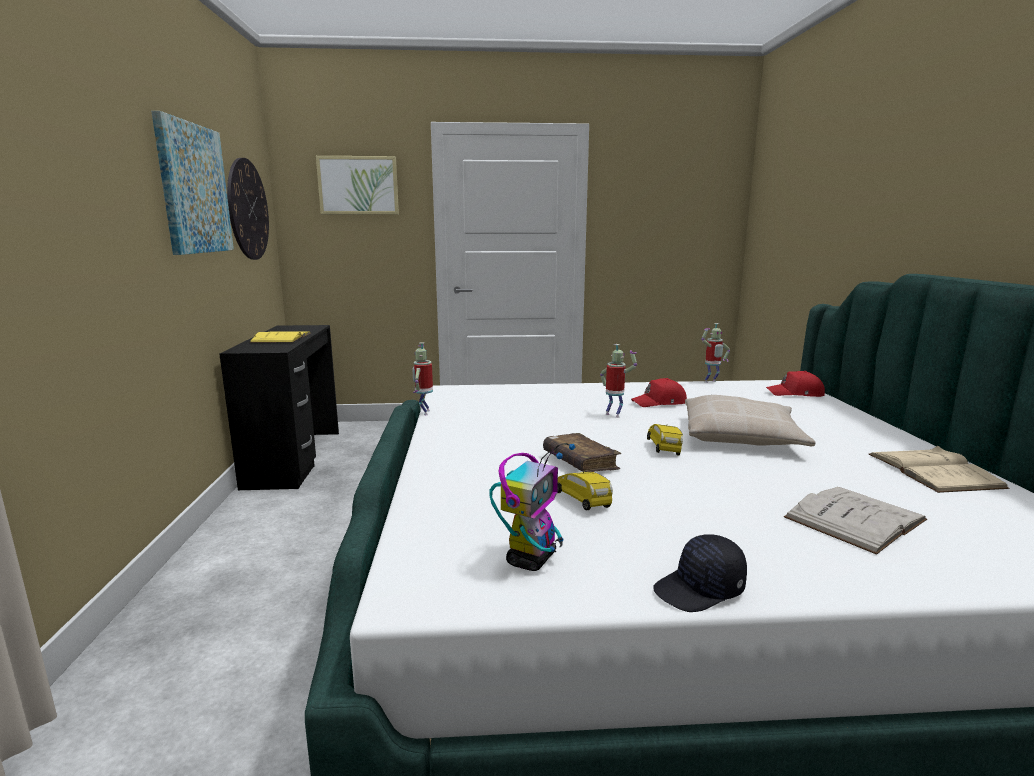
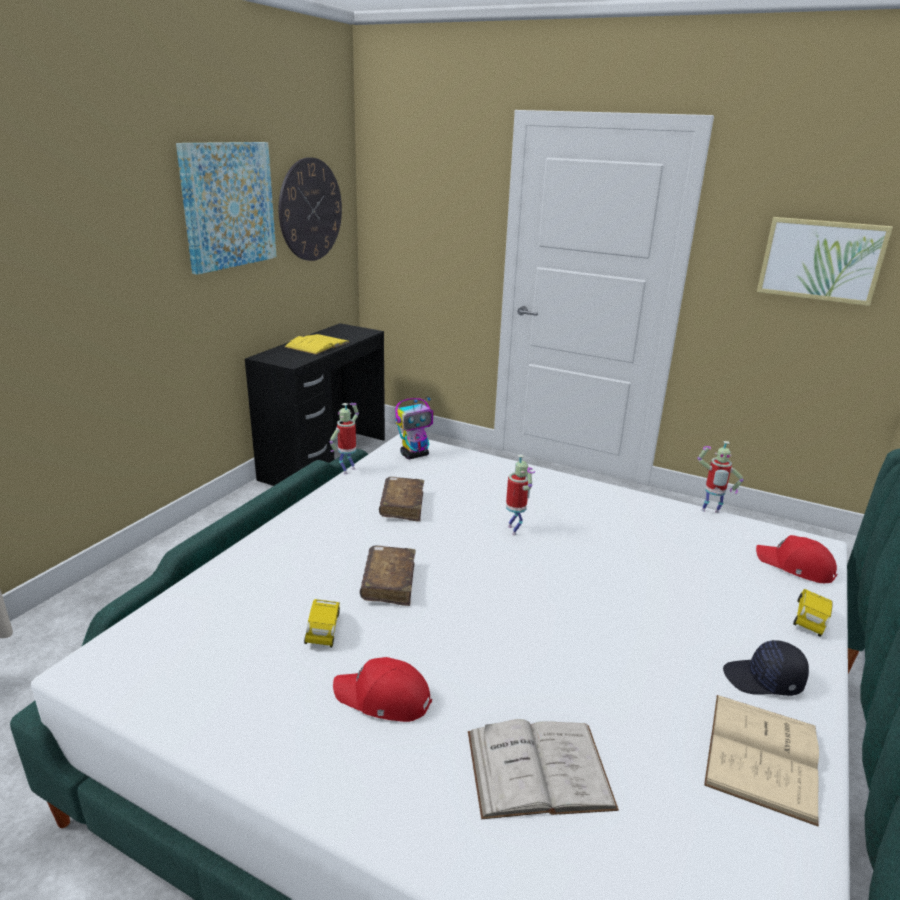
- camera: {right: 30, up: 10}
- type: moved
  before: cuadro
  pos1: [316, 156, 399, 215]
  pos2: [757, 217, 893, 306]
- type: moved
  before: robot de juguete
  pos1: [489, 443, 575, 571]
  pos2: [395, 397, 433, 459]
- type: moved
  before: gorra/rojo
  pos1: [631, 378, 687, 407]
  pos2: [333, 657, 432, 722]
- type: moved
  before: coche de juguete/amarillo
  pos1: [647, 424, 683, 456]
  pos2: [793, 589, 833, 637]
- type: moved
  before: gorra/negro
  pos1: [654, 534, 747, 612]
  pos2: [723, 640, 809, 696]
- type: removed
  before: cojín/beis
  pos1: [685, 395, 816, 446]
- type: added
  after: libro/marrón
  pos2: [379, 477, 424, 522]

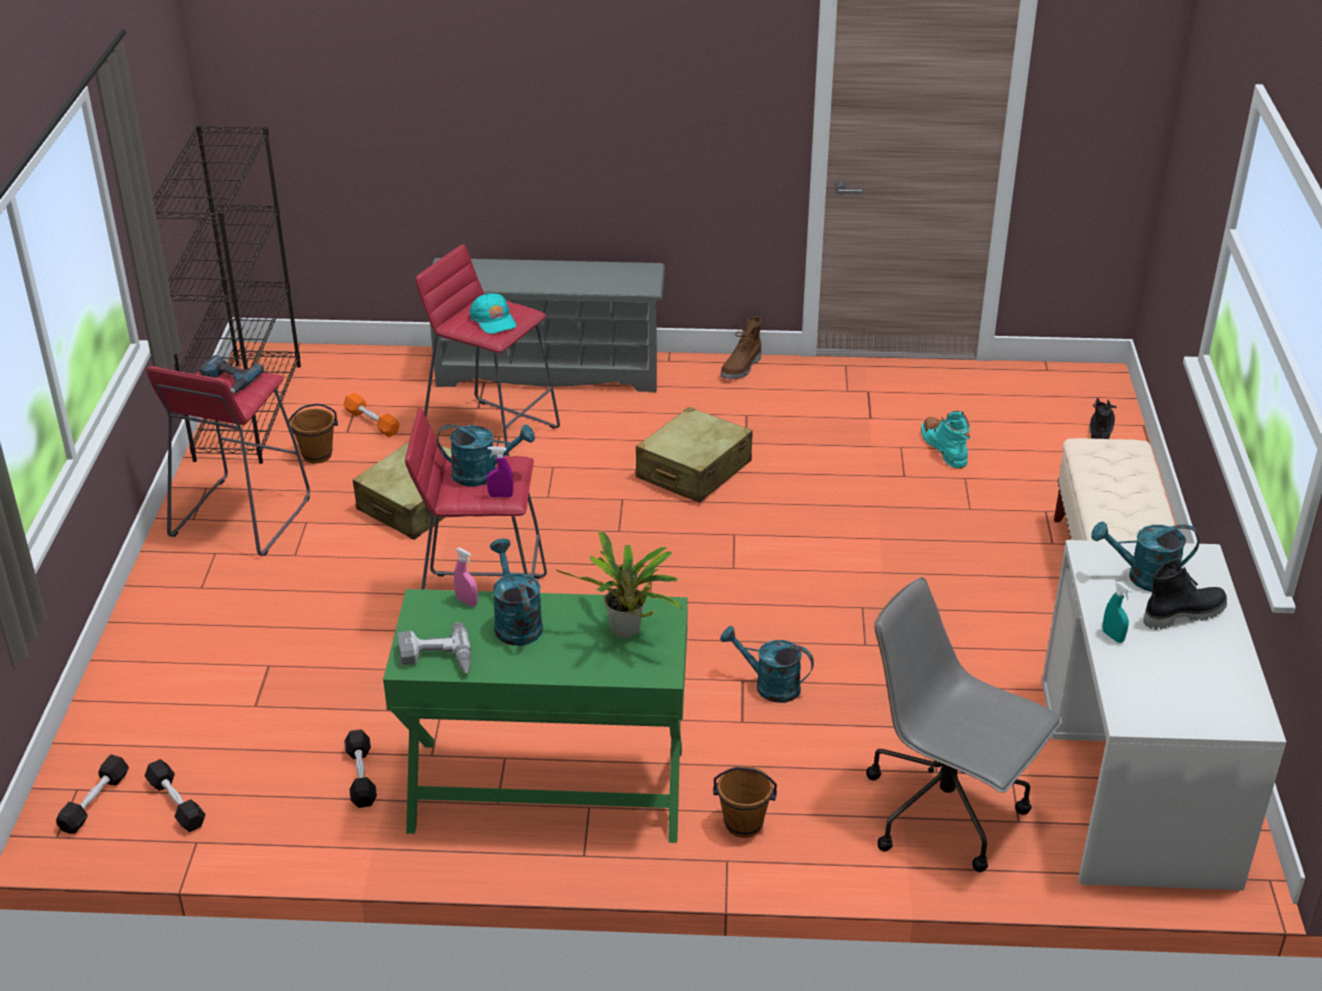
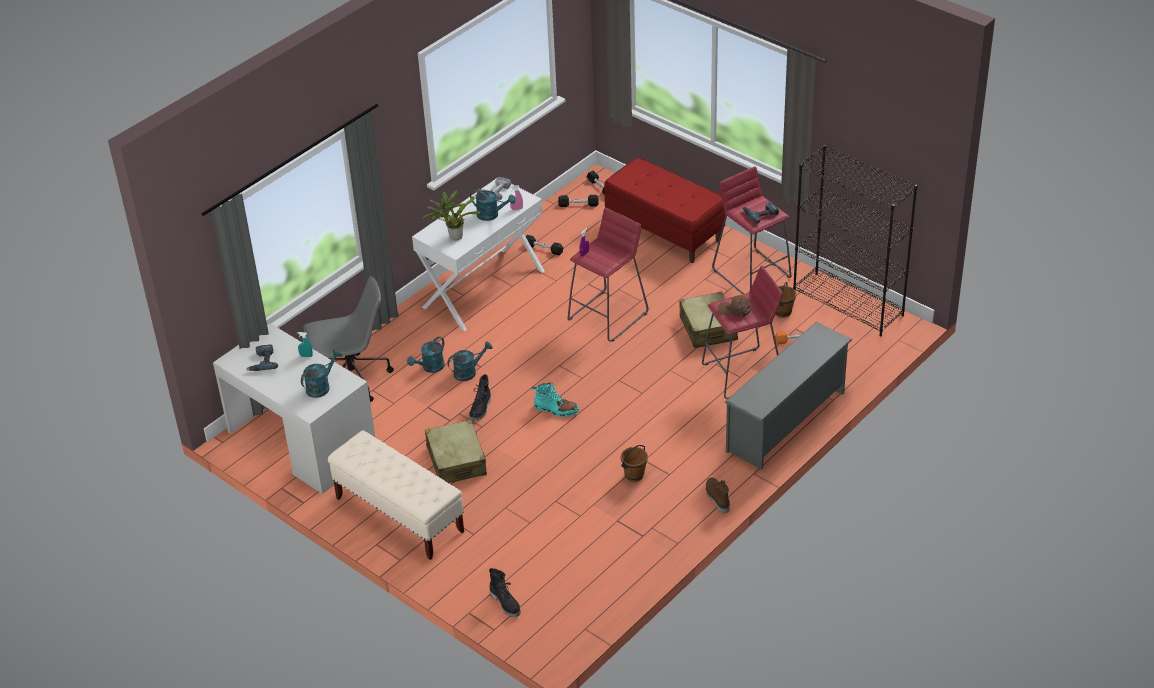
- camera: {right: 130, up: 5}
- type: recoloured
  before: mesa consola/verde
  after: mesa consola/blanco
  pos1: [383, 589, 688, 843]
  pos2: [412, 178, 545, 331]
- type: moved
  before: regadera/turquesa
  pos1: [437, 424, 535, 486]
  pos2: [407, 336, 445, 373]
- type: recoloured
  before: gorra/turquesa
  after: gorra/marrón
  pos1: [470, 293, 516, 334]
  pos2: [718, 296, 751, 317]
- type: moved
  before: maleta/beis
  pos1: [636, 407, 753, 503]
  pos2: [425, 420, 487, 483]
- type: moved
  before: cubo/marrón
  pos1: [713, 766, 777, 838]
  pos2: [621, 445, 648, 482]
- type: moved
  before: bota/turquesa
  pos1: [921, 411, 970, 468]
  pos2: [532, 382, 579, 417]
- type: moved
  before: bota/negro
  pos1: [1143, 558, 1227, 630]
  pos2: [469, 374, 491, 421]
- type: added
  after: taladro
  pos2: [247, 344, 278, 371]
- type: added
  after: banco/rojo
  pos2: [604, 157, 725, 263]

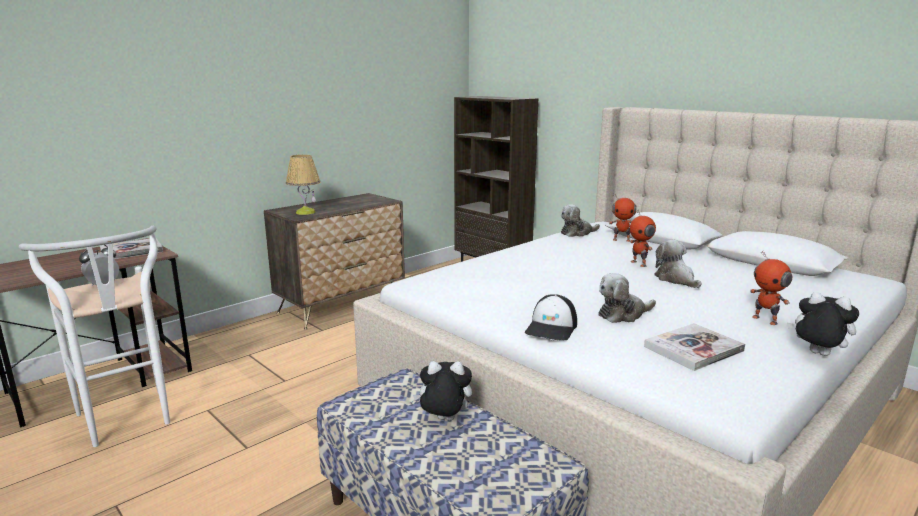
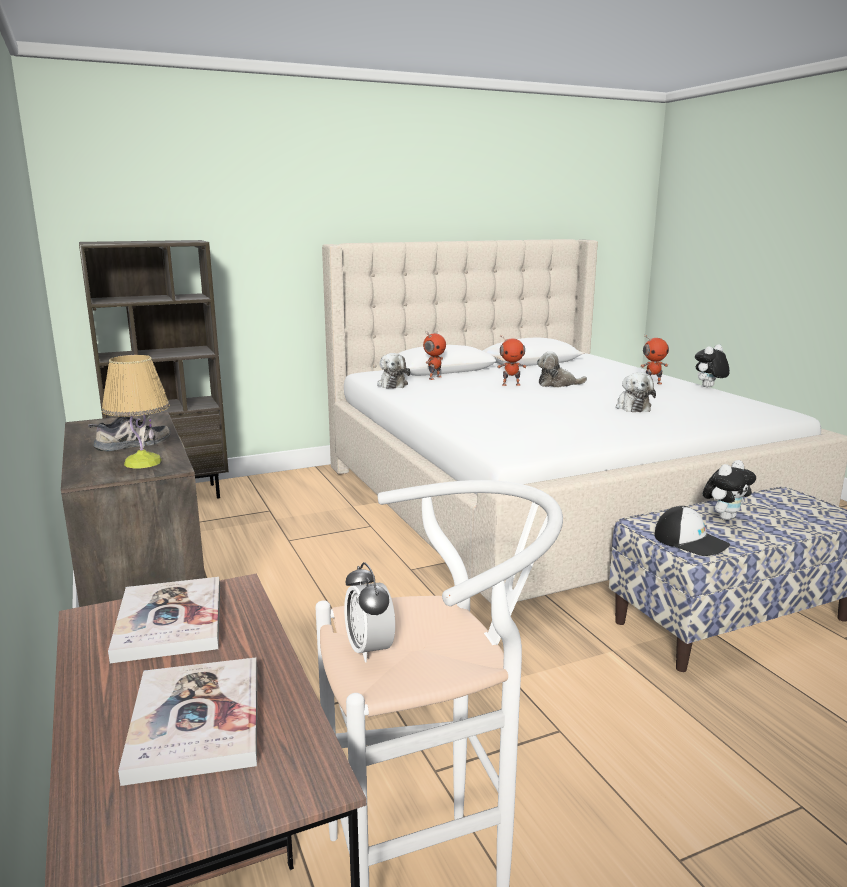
- camera: {right: -70, up: 0}
- type: turned
  before: peluche
  pos1: [413, 361, 472, 421]
  pos2: [703, 460, 756, 520]
  turn: -150
- type: moved
  before: gorra
  pos1: [525, 294, 577, 340]
  pos2: [654, 506, 730, 556]
- type: moved
  before: libro
  pos1: [644, 323, 745, 371]
  pos2: [118, 657, 257, 786]
- type: added
  after: zapato
  pos2: [88, 417, 171, 451]

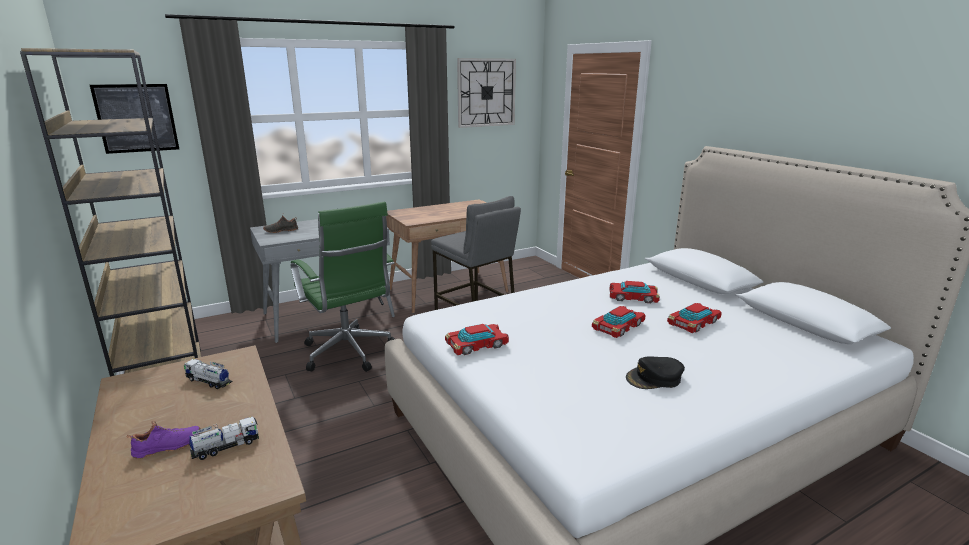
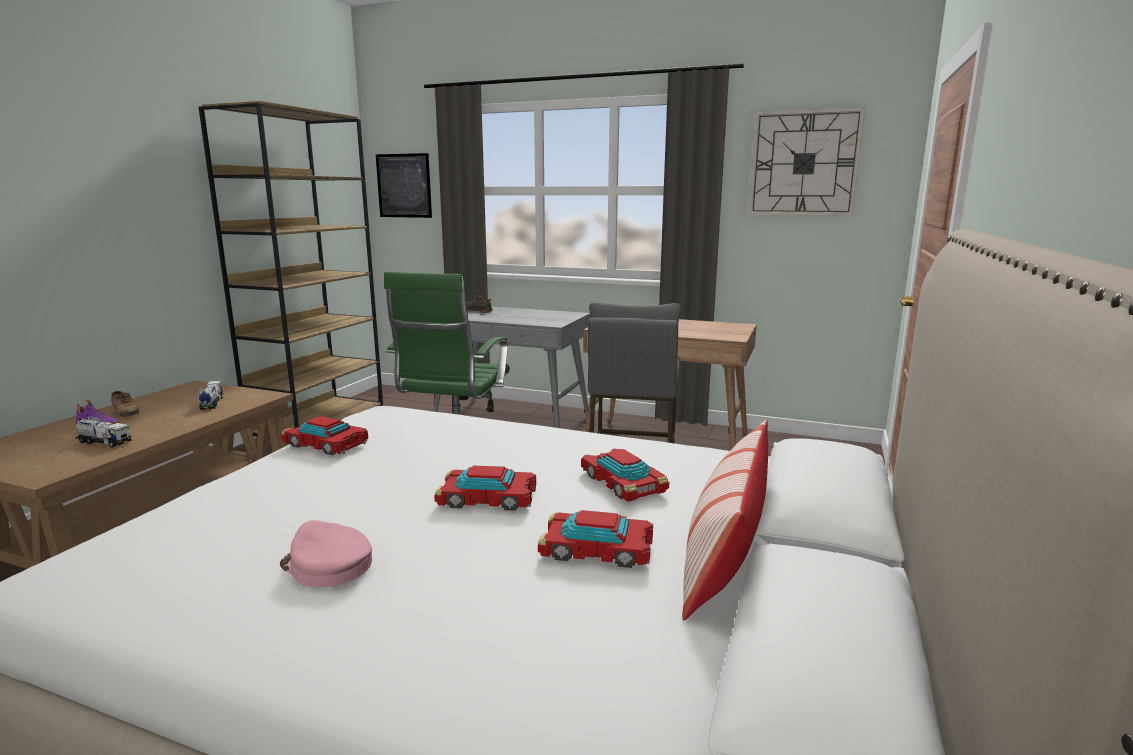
- camera: {right: 50, up: -5}
- type: recoloured
  before: gorra/negro
  after: gorra/rosa
  pos1: [626, 356, 685, 389]
  pos2: [280, 520, 372, 588]
- type: added
  after: zapato
  pos2: [111, 391, 139, 417]
- type: added
  after: cojín
  pos2: [682, 420, 768, 620]

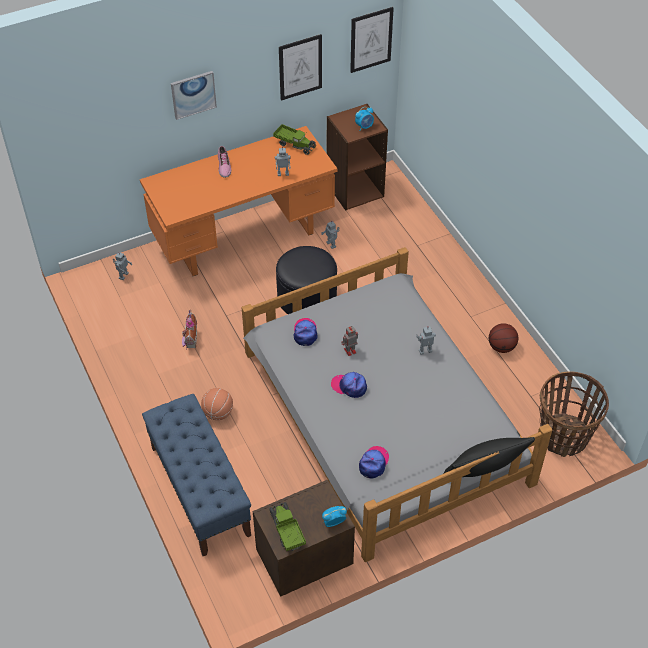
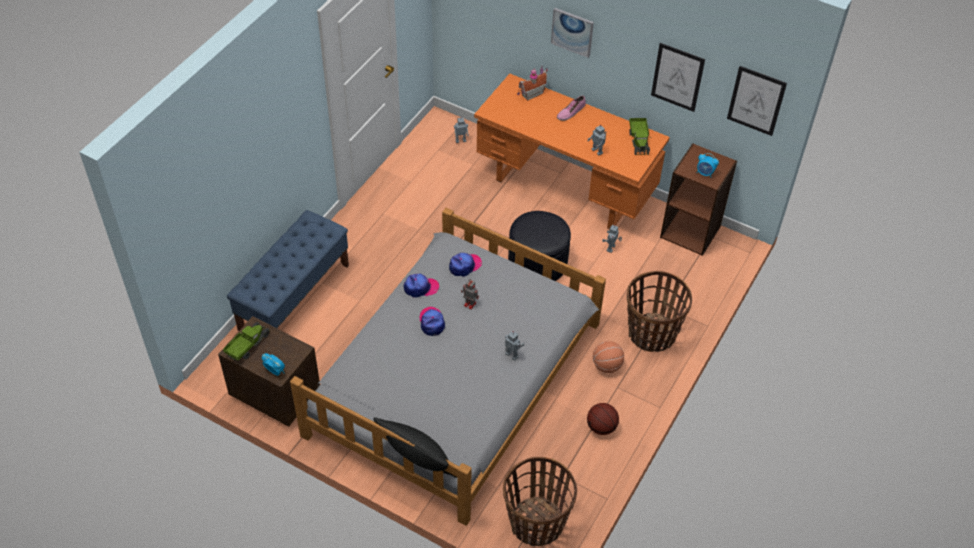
- camera: {right: 55, up: 0}
- type: moved
  before: casita
  pos1: [182, 309, 197, 350]
  pos2: [517, 66, 548, 101]
- type: moved
  before: balón de baloncesto
  pos1: [201, 388, 233, 420]
  pos2: [593, 341, 624, 373]
- type: moved
  before: gorra
  pos1: [359, 446, 389, 479]
  pos2: [404, 273, 439, 298]
- type: added
  after: cesta
  pos2: [627, 271, 692, 352]

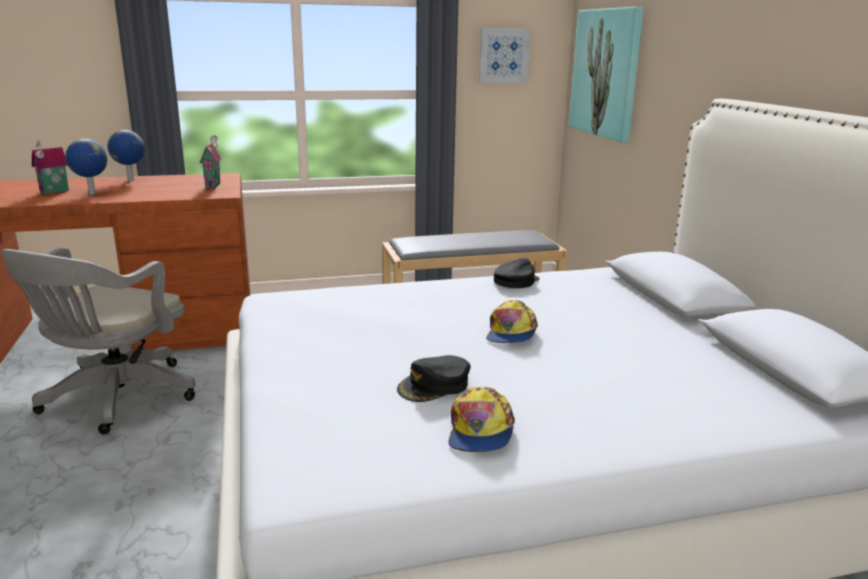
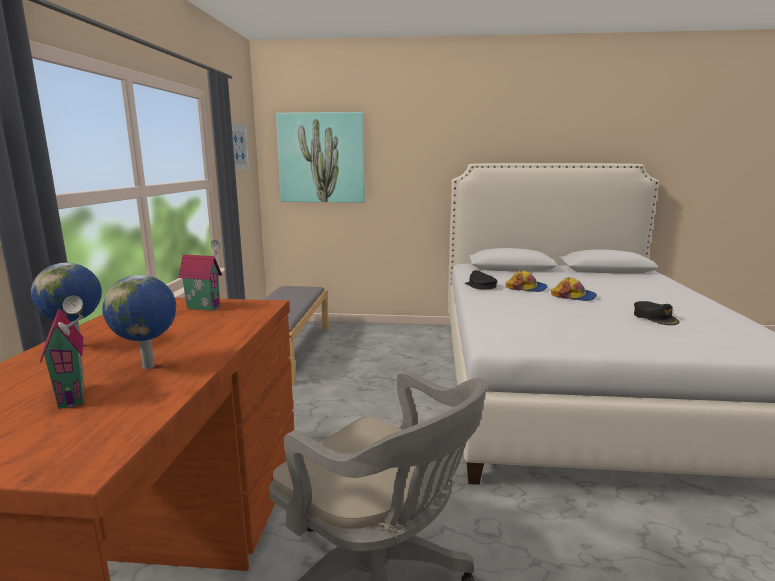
- camera: {right: -70, up: -5}
- type: moved
  before: gorra
  pos1: [448, 387, 515, 452]
  pos2: [506, 270, 548, 292]

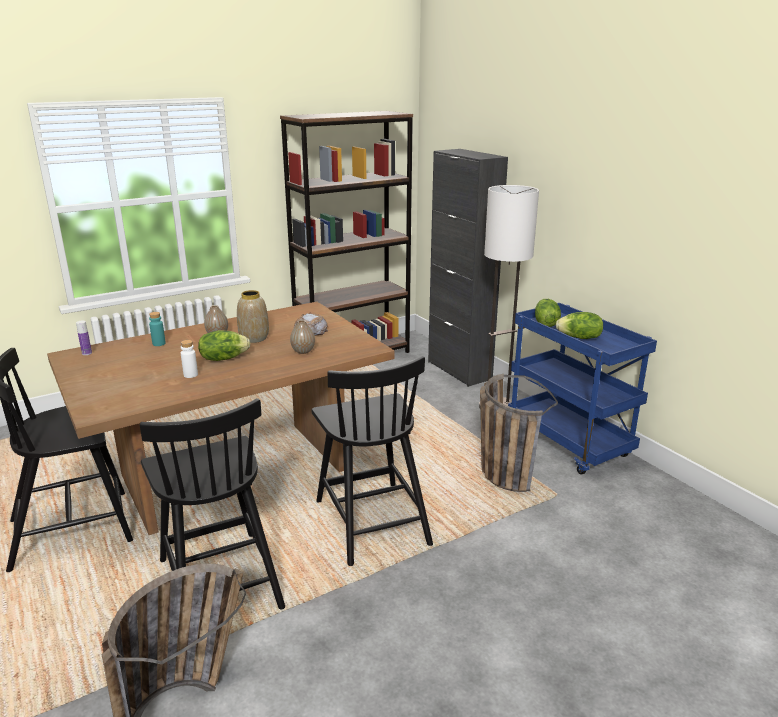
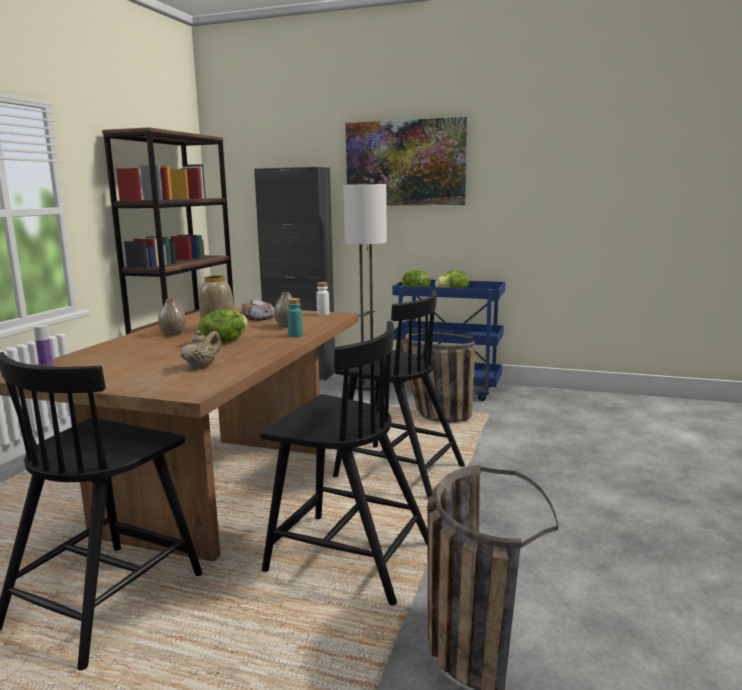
- camera: {right: -40, up: -10}
- type: moved
  before: botella/turquesa
  pos1: [149, 312, 166, 346]
  pos2: [287, 298, 303, 337]
- type: moved
  before: botella/blanco
  pos1: [181, 340, 198, 378]
  pos2: [316, 282, 329, 315]
- type: added
  after: tetera/beis
  pos2: [180, 330, 221, 369]
- type: added
  after: cuadro
  pos2: [345, 117, 468, 205]

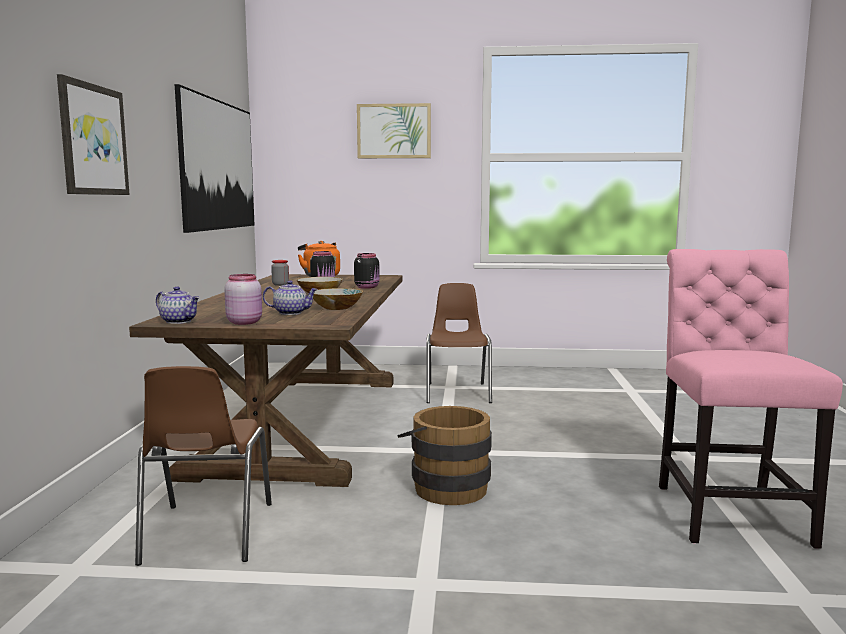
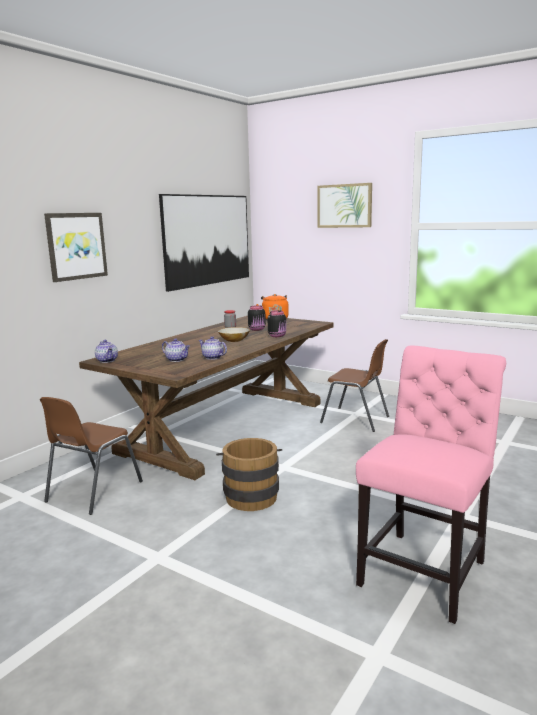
- camera: {right: 30, up: 5}
- type: removed
  before: tarro/rosa
  pos1: [224, 274, 262, 325]
- type: replaced
  before: cuenco
  after: tetera
  pos1: [313, 288, 363, 310]
  pos2: [199, 336, 227, 360]
- type: turned
  before: silla/marrón
  pos1: [426, 283, 492, 403]
  pos2: [320, 339, 389, 432]
  turn: 90

